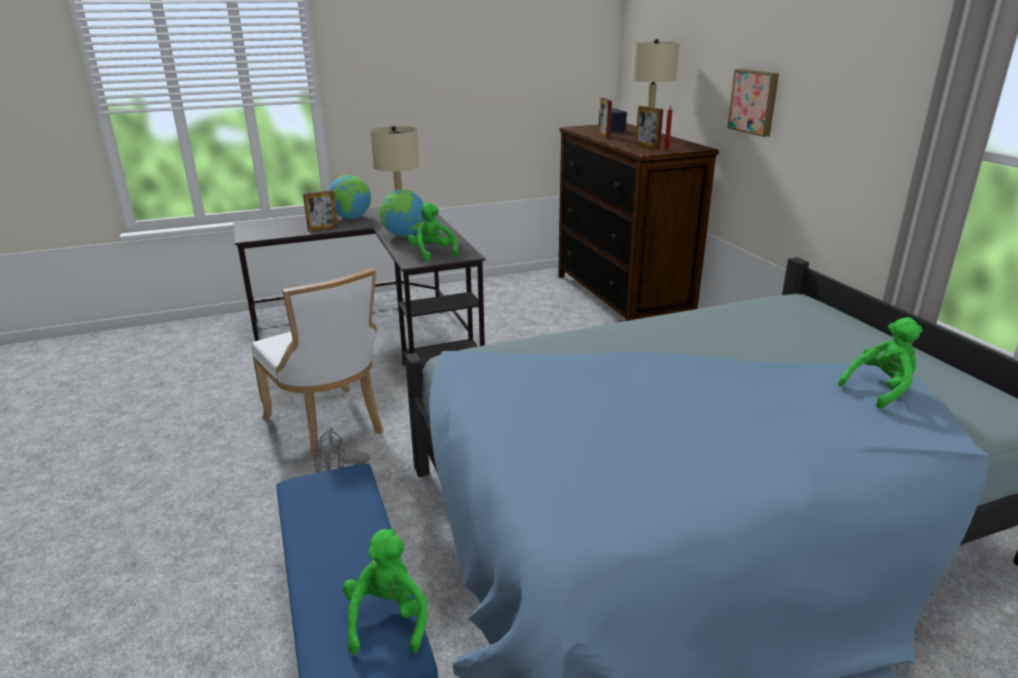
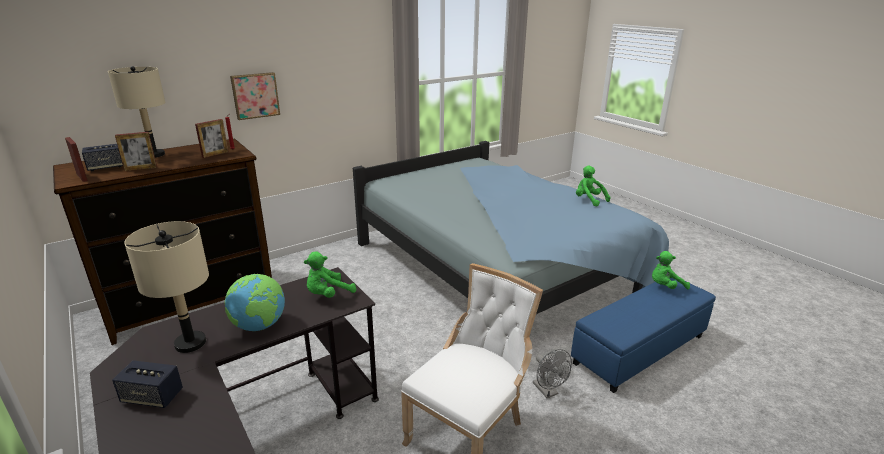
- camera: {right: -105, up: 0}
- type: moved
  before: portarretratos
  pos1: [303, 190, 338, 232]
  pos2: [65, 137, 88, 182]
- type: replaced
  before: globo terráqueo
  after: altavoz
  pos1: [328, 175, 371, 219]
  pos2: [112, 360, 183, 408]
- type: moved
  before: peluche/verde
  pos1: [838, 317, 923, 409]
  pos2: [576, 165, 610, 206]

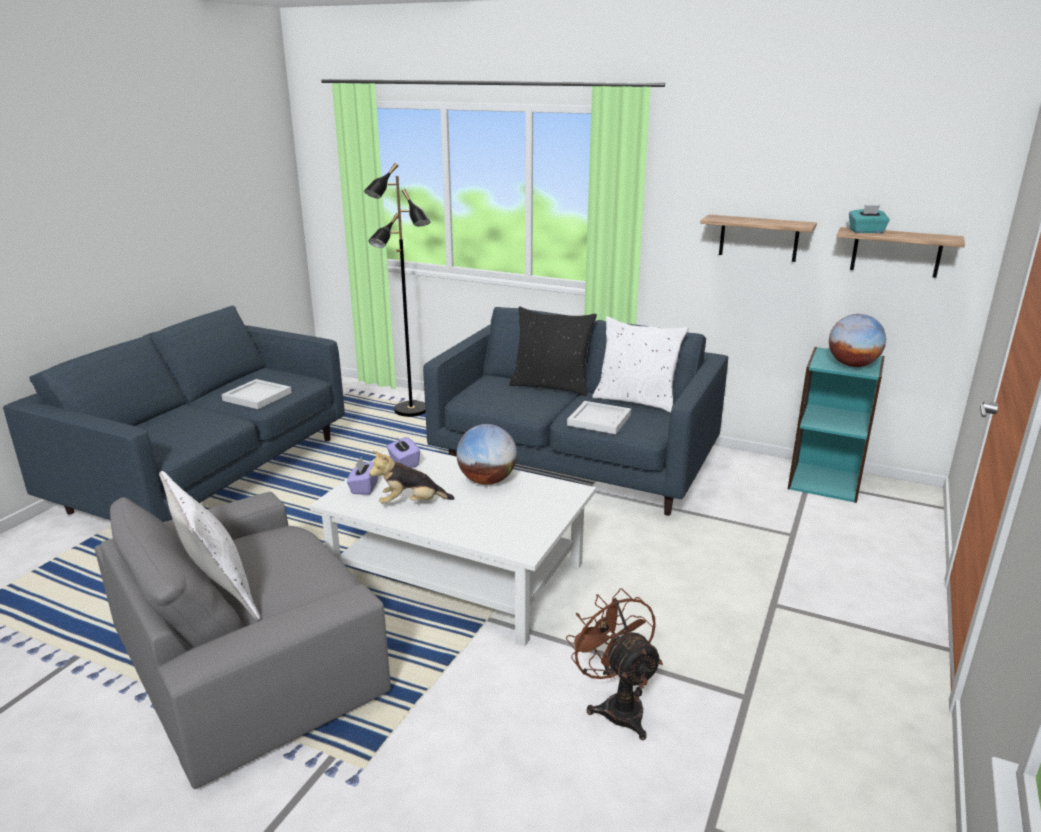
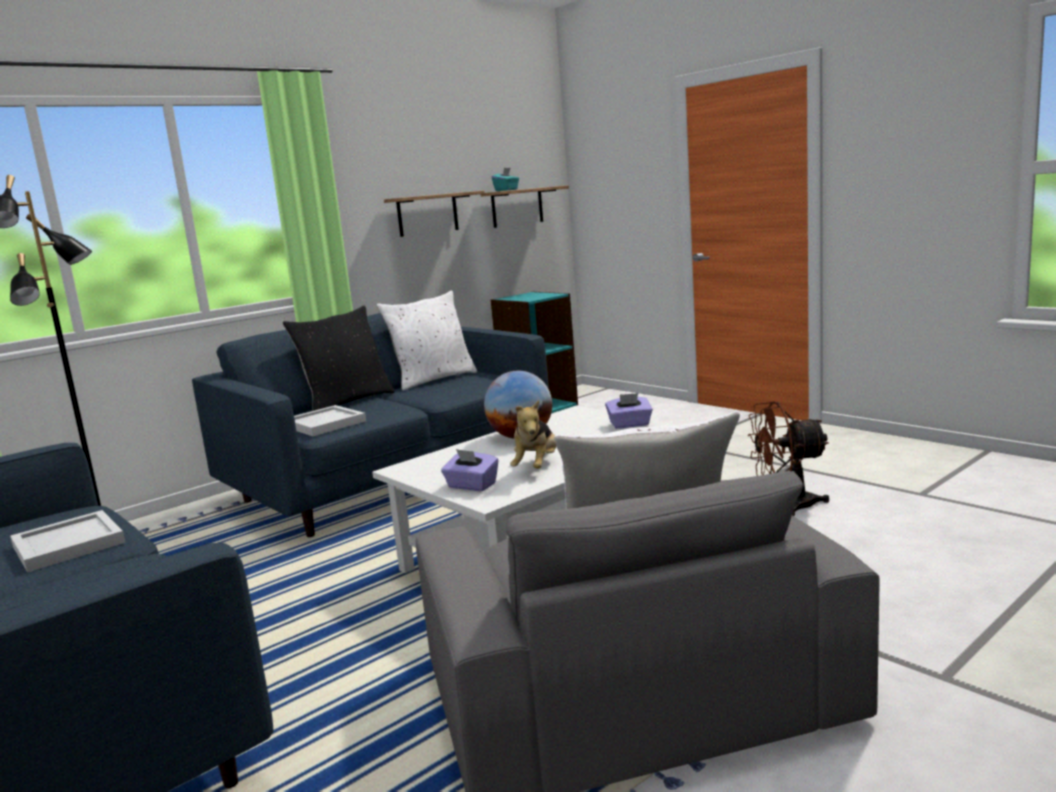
- camera: {right: -65, up: -10}
- type: moved
  before: caja de pañuelos/morado
  pos1: [386, 437, 420, 468]
  pos2: [605, 393, 653, 429]
- type: moved
  before: bandeja/blanco
  pos1: [567, 401, 631, 434]
  pos2: [294, 405, 366, 436]
- type: removed
  before: globo terráqueo
  pos1: [829, 314, 886, 367]

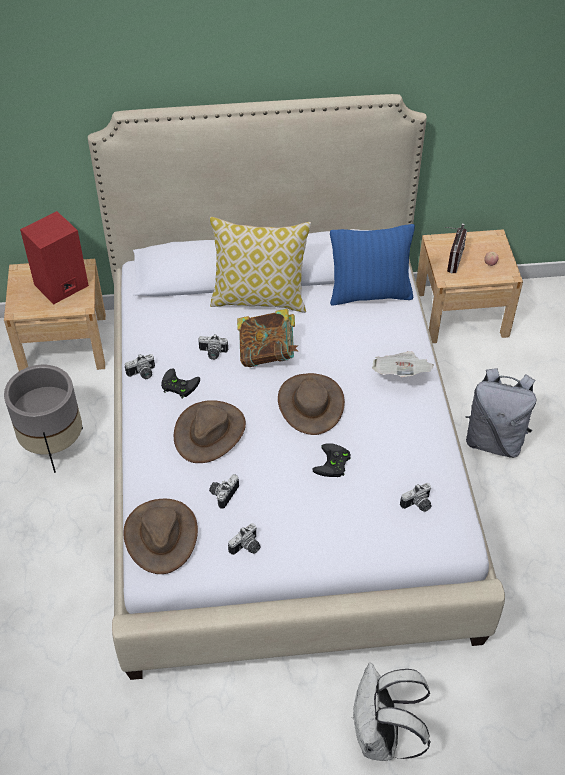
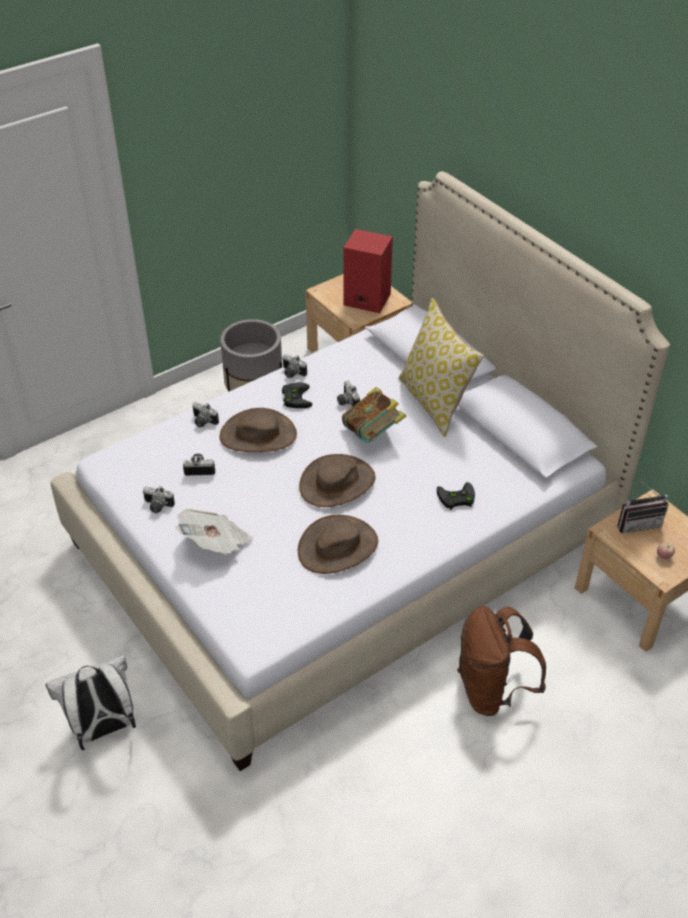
- camera: {right: 60, up: -5}
- type: moved
  before: sombrero/marrón
  pos1: [123, 499, 198, 574]
  pos2: [298, 515, 378, 574]
- type: moved
  before: mando de consola/negro
  pos1: [312, 444, 350, 477]
  pos2: [437, 482, 475, 510]
- type: removed
  before: cojín/azul
  pos1: [330, 224, 415, 306]
- type: moved
  before: periódico
  pos1: [372, 351, 434, 377]
  pos2: [176, 509, 253, 555]
- type: moved
  before: cámara
  pos1: [400, 483, 432, 512]
  pos2: [192, 402, 219, 427]
- type: recoloured
  before: mochila/gris
  after: mochila/marrón
  pos1: [465, 368, 537, 458]
  pos2: [457, 606, 546, 716]

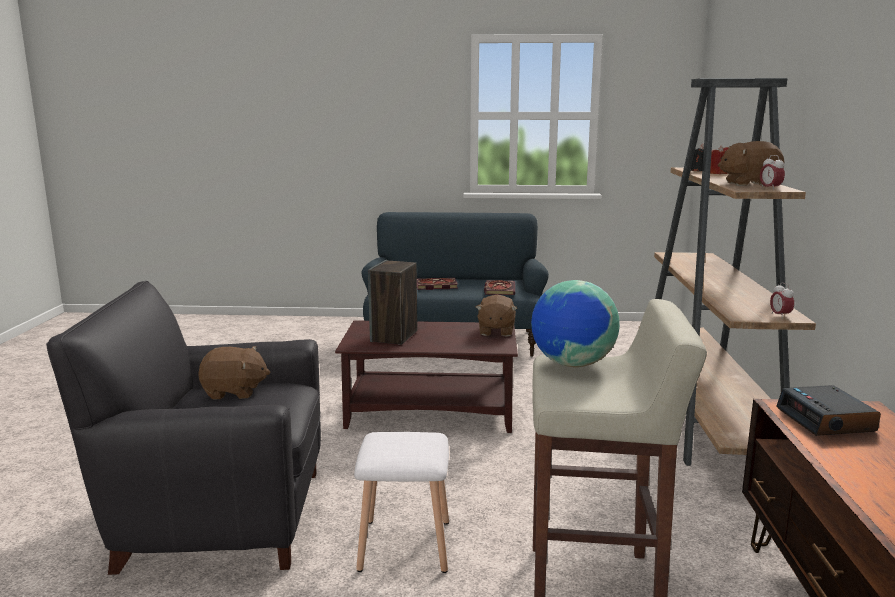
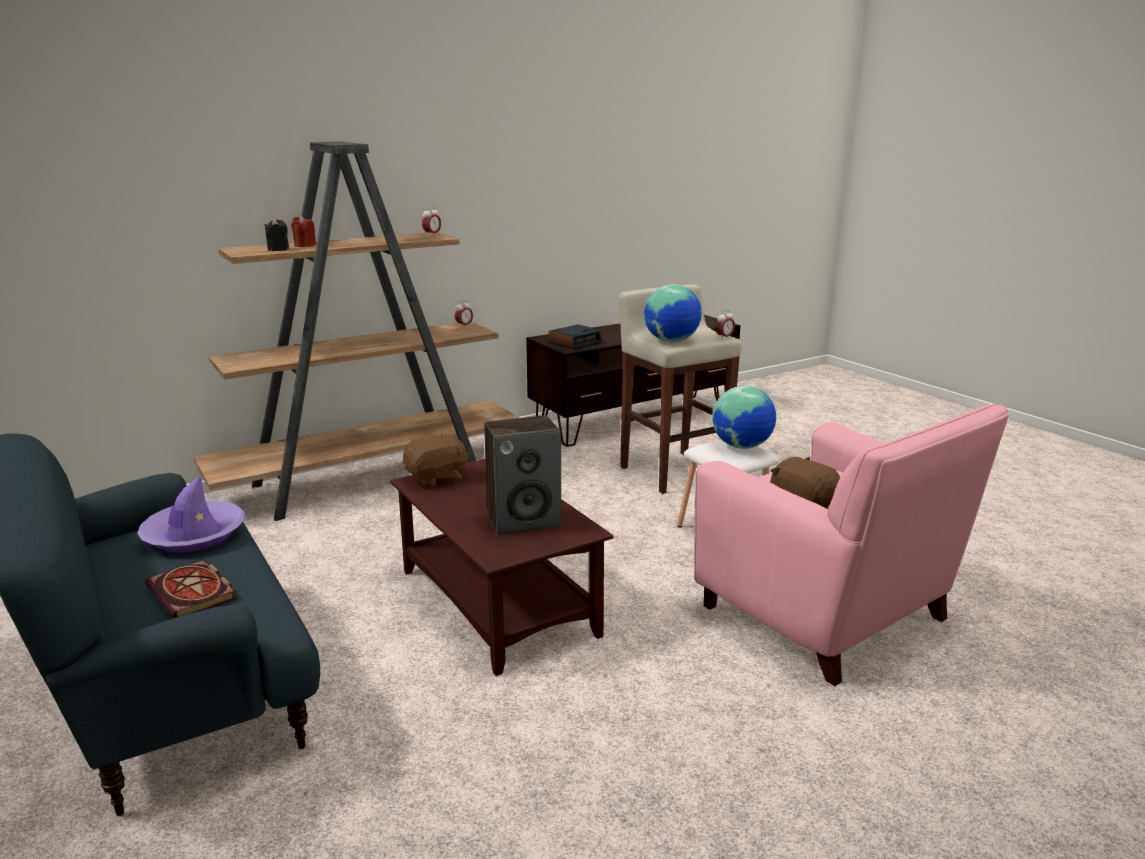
- camera: {right: -125, up: 5}
- type: recoloured
  before: sillón/negro
  after: sillón/rosa
  pos1: [46, 281, 321, 575]
  pos2: [694, 403, 1009, 686]
- type: replaced
  before: libro
  after: sombrero/morado
  pos1: [484, 280, 515, 295]
  pos2: [137, 475, 245, 553]
- type: removed
  before: peluche/marrón
  pos1: [718, 141, 784, 186]
- type: added
  after: globo terráqueo
  pos2: [712, 386, 776, 449]
- type: added
  after: despertador
  pos2: [715, 310, 735, 340]

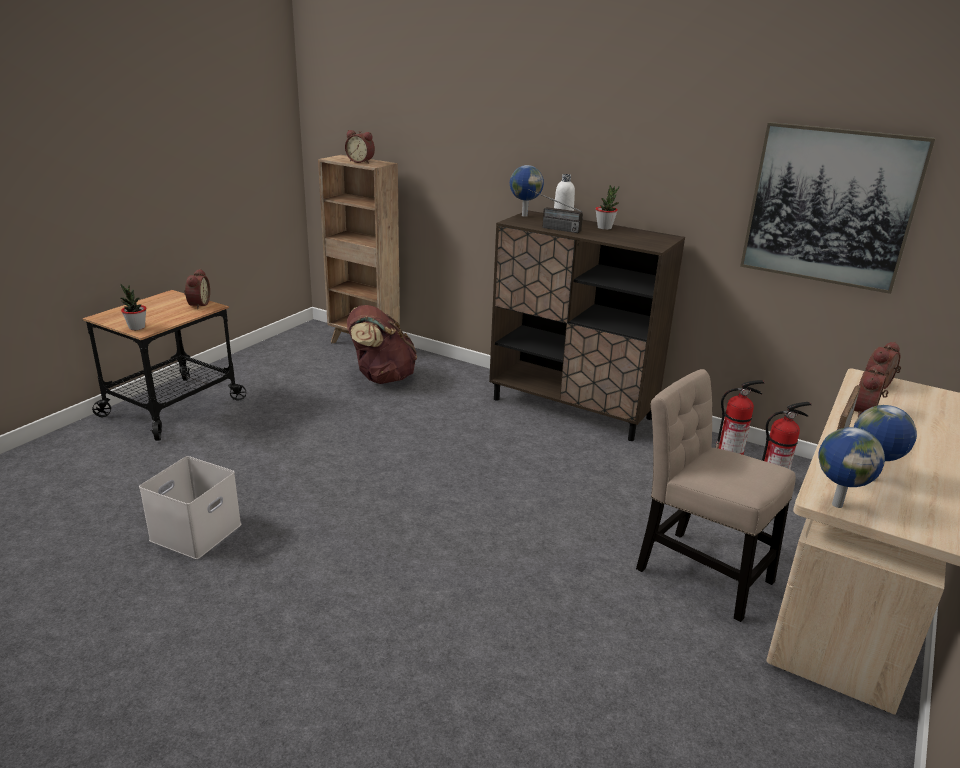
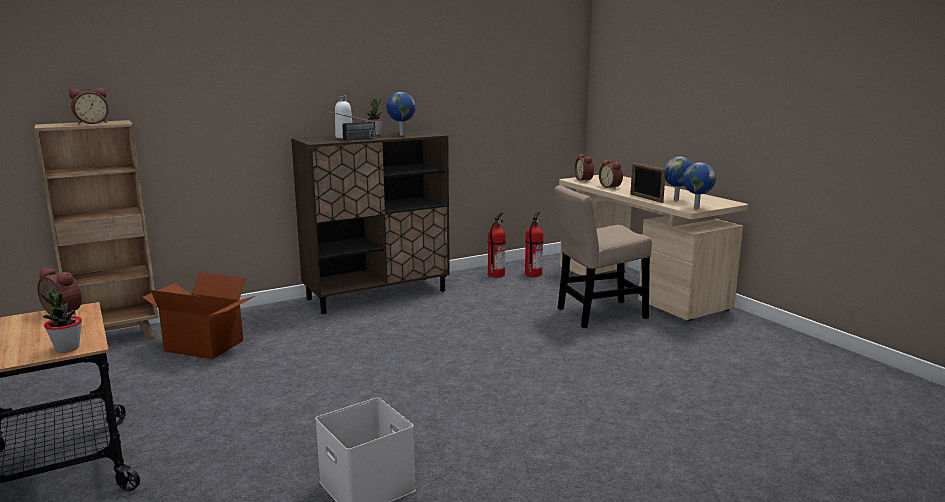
- camera: {right: -60, up: -10}
- type: replaced
  before: mochila/marrón
  after: caja de cartón
  pos1: [347, 305, 417, 384]
  pos2: [142, 272, 255, 360]
- type: moved
  before: globo terráqueo
  pos1: [510, 165, 544, 217]
  pos2: [386, 92, 416, 136]
- type: removed
  before: cuadro
  pos1: [740, 122, 935, 294]

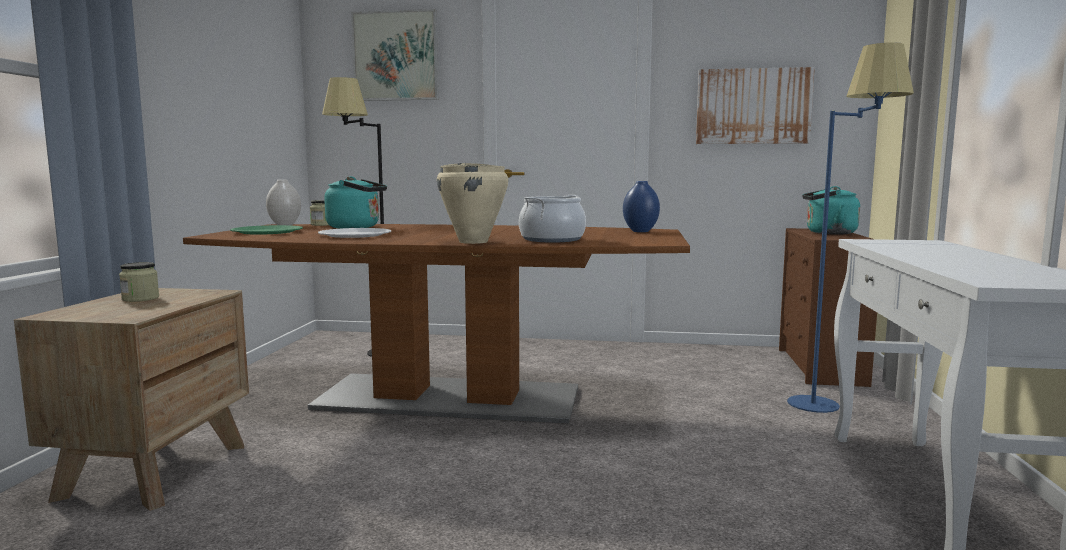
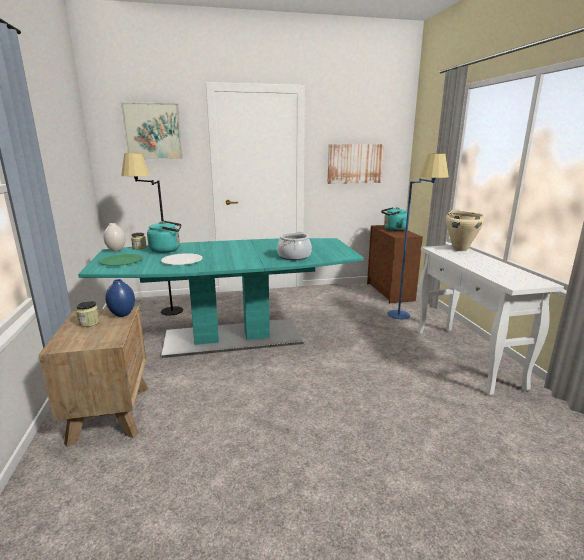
- camera: {right: -20, up: 10}
- type: recoloured
  before: mesa de comedor/marrón
  after: mesa de comedor/turquesa
  pos1: [183, 224, 690, 424]
  pos2: [78, 238, 364, 358]
- type: moved
  before: olla/beis
  pos1: [437, 163, 508, 244]
  pos2: [446, 210, 484, 251]
- type: moved
  before: florero/azul
  pos1: [623, 181, 660, 232]
  pos2: [105, 279, 135, 317]

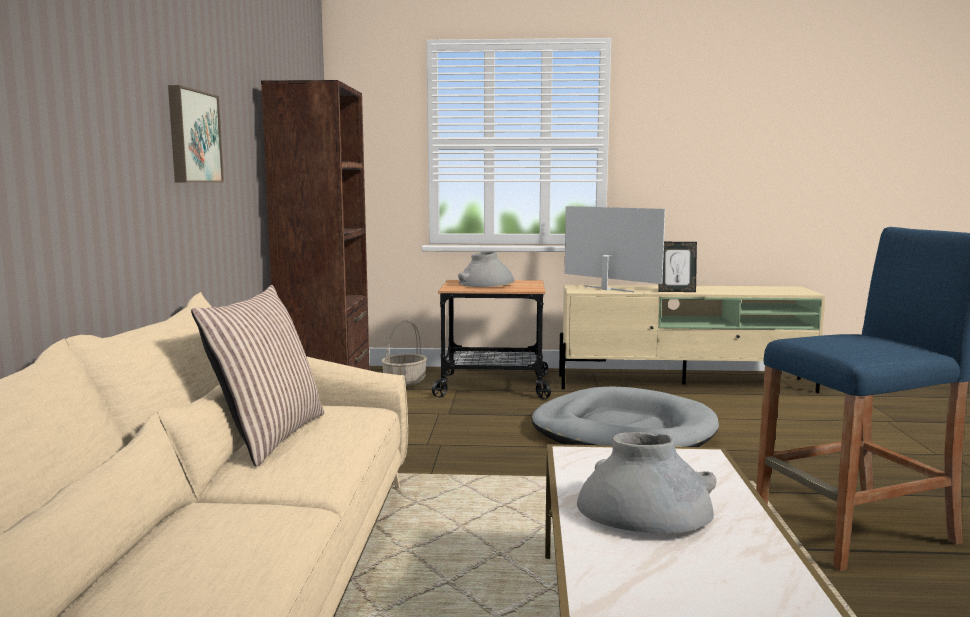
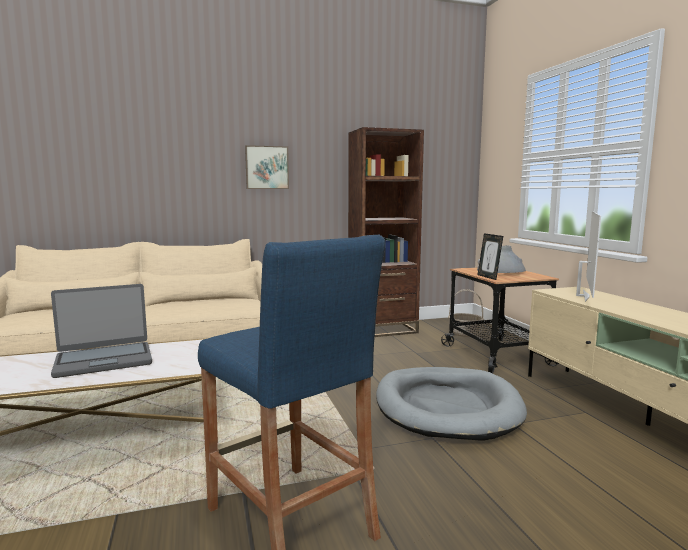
- camera: {right: 70, up: 0}
- type: removed
  before: cojín
  pos1: [191, 285, 324, 466]
- type: replaced
  before: florero/gris
  after: portátil
  pos1: [577, 432, 717, 533]
  pos2: [51, 284, 152, 378]
- type: moved
  before: portarretratos
  pos1: [658, 242, 697, 292]
  pos2: [478, 233, 503, 280]

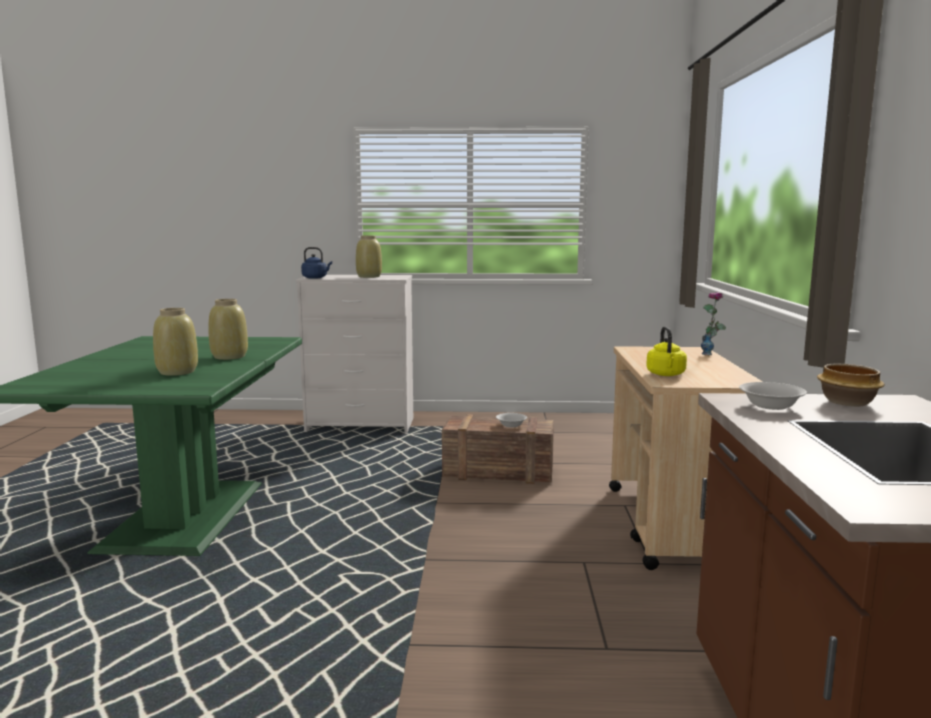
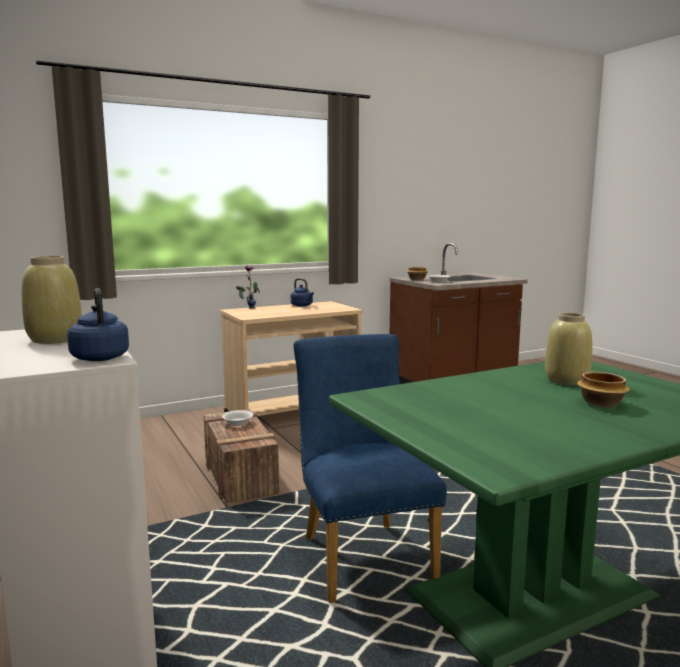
- camera: {right: -120, up: 0}
- type: removed
  before: florero/beis
  pos1: [208, 299, 248, 360]
- type: removed
  before: hervidor/amarillo
  pos1: [646, 326, 687, 376]
- type: added
  after: hervidor/azul
  pos2: [291, 278, 314, 307]
- type: added
  after: silla/azul
  pos2: [294, 334, 447, 603]
- type: added
  after: cuenco
  pos2: [577, 372, 630, 408]

